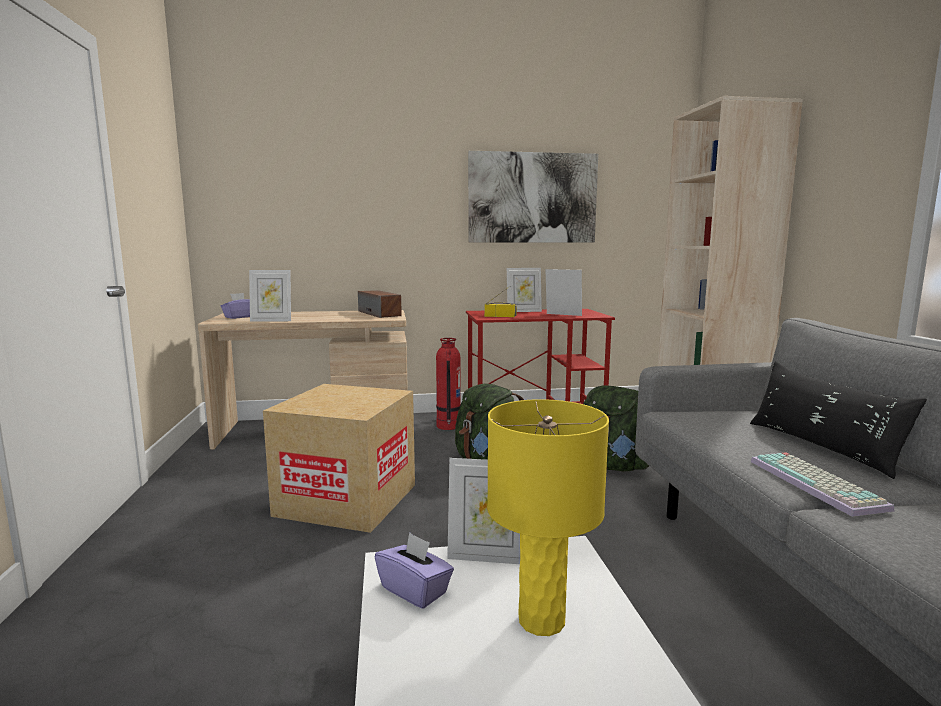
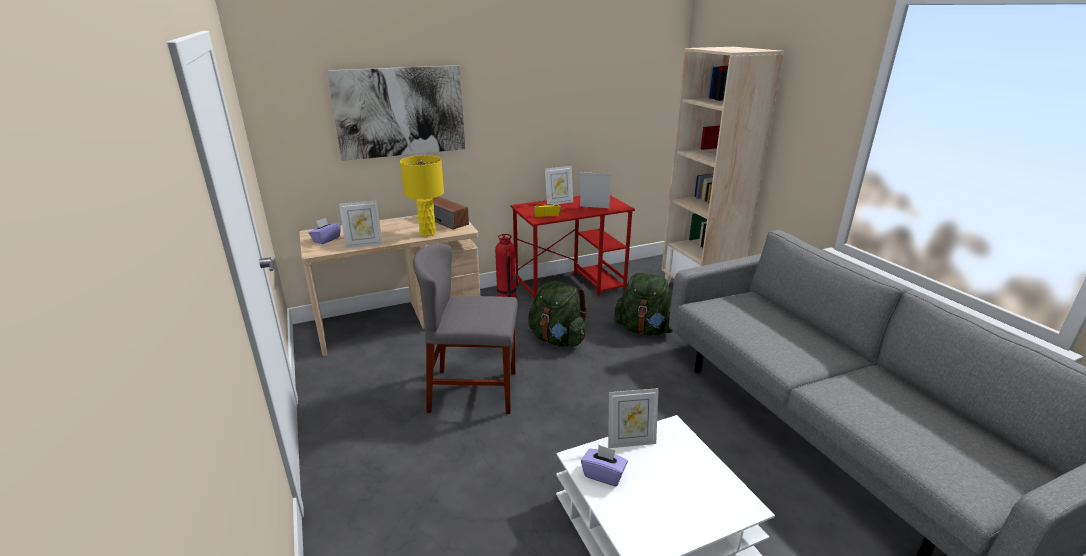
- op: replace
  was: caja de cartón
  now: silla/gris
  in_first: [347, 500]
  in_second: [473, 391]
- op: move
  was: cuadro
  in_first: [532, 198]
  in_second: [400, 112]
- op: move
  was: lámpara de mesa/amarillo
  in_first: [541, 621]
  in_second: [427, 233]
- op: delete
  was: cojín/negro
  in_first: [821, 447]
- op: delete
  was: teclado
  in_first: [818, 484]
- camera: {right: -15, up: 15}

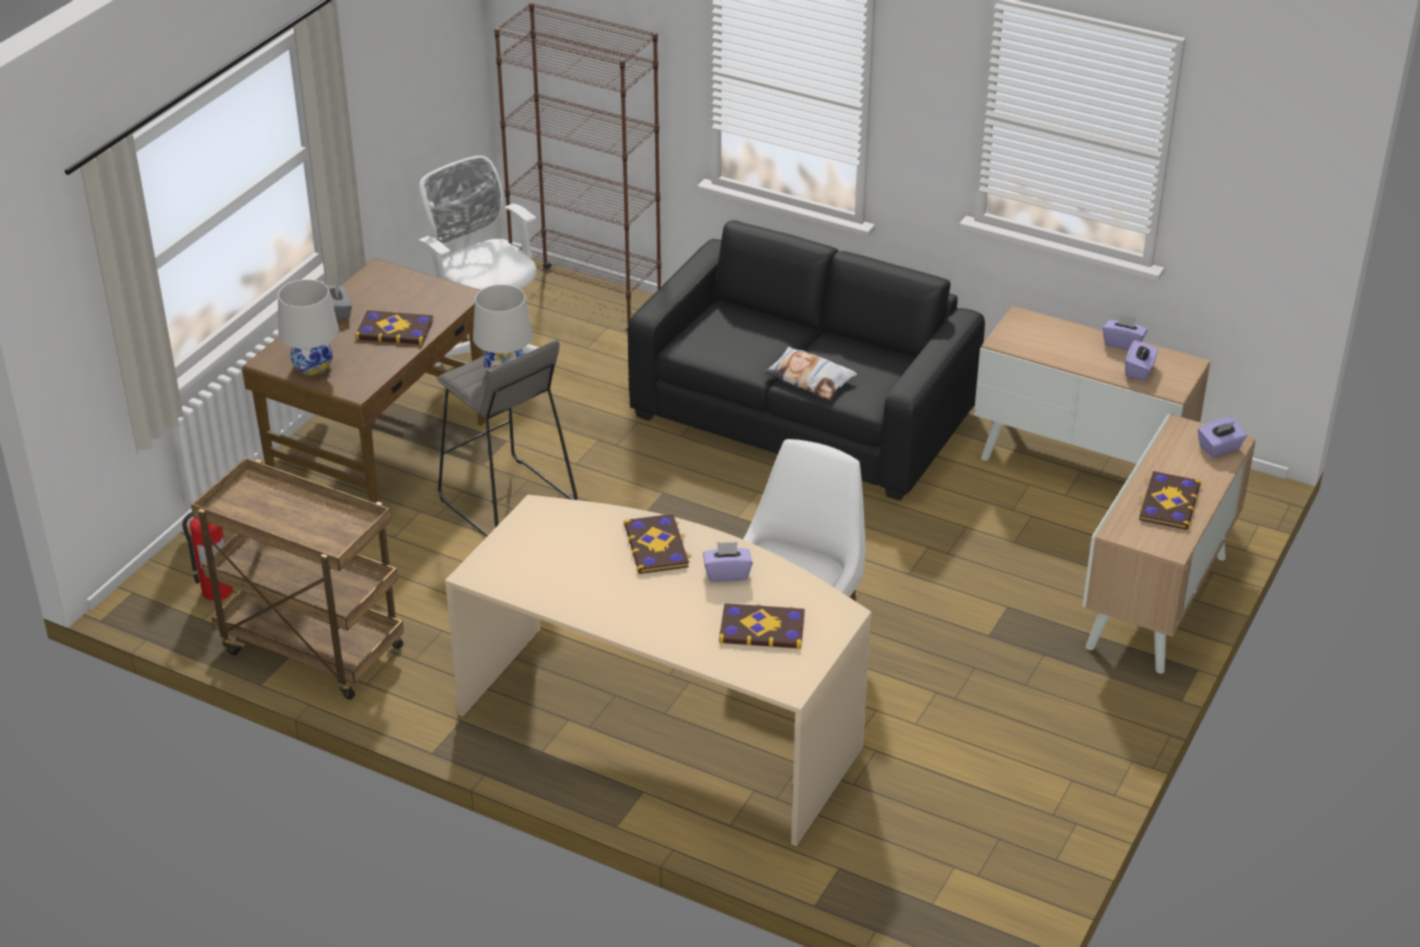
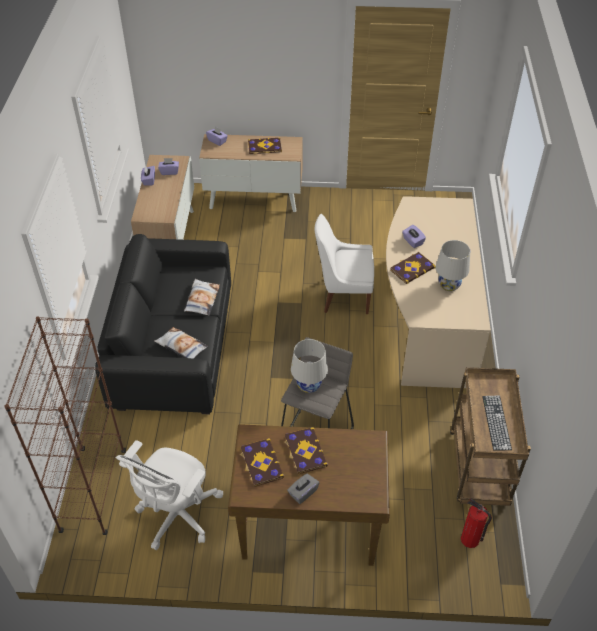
- op: move
  was: lámpara de mesa/blanco
  in_first: [313, 366]
  in_second: [449, 285]
- op: move
  was: libro
  in_first: [762, 628]
  in_second: [261, 463]
- op: insert
  now: cojín
  in_second: [181, 347]
- op: insert
  now: teclado
  in_second: [496, 422]
- camera: {right: -115, up: 10}

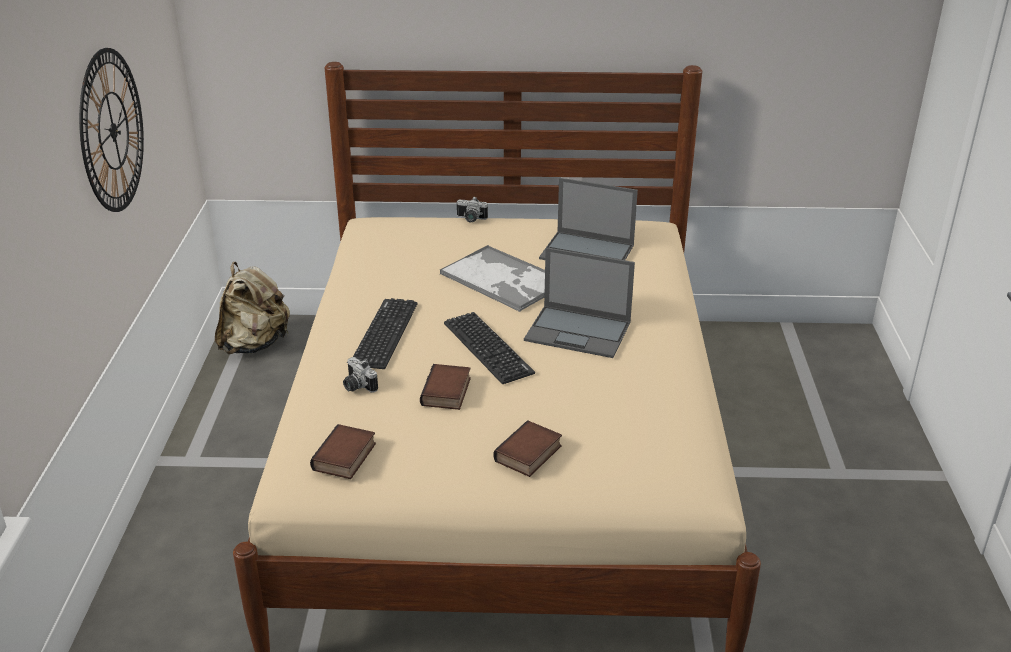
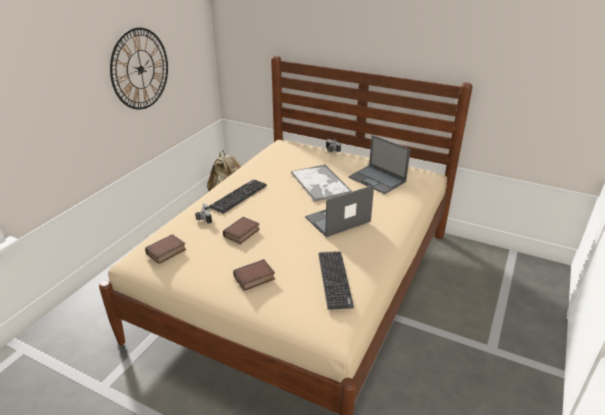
- op: move
  was: teclado
  in_first: [487, 348]
  in_second: [334, 279]
- op: rotate
  was: portátil
  in_first: [579, 331]
  in_second: [337, 220]
  clockwise: 105
- camera: {right: 25, up: 0}

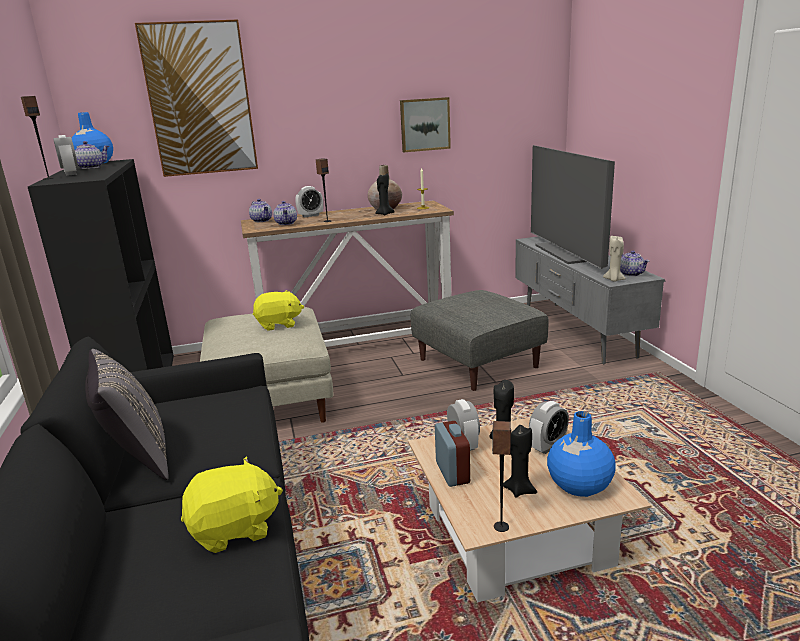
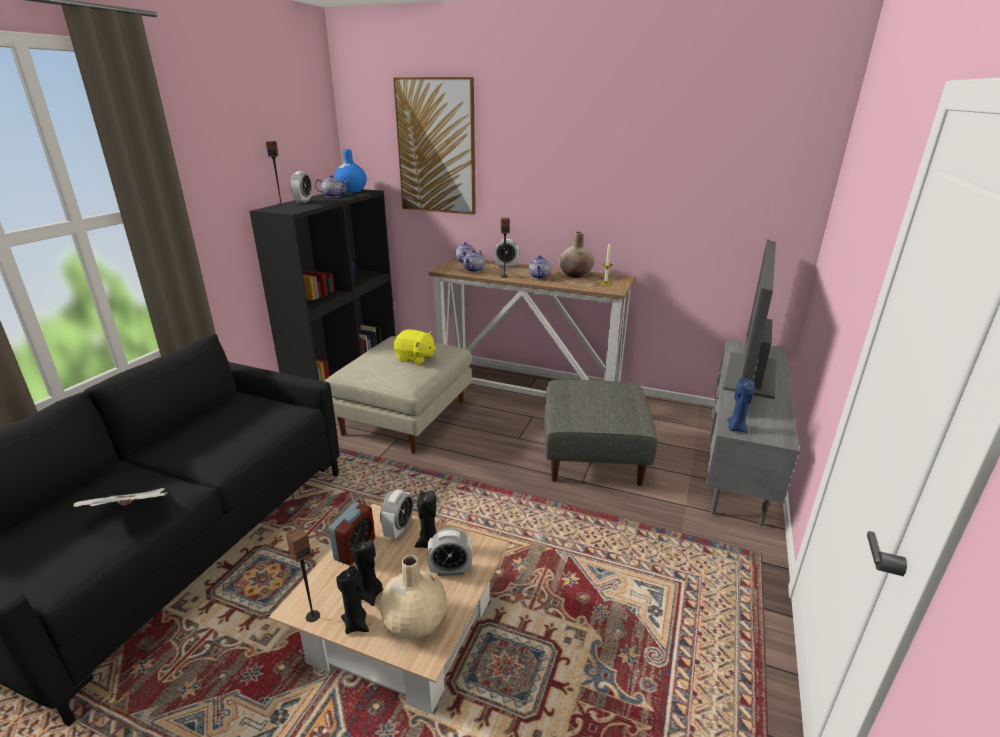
- op: delete
  was: cojín/gris
  in_first: [137, 459]
- op: replace
  was: peluche/amarillo
  now: periódico
  in_first: [235, 529]
  in_second: [132, 513]
- op: move
  was: vela/negro
  in_first: [384, 214]
  in_second: [356, 624]
- op: delete
  was: cuadro
  in_first: [424, 124]
- op: recolor
  was: florero/azul
  now: florero/beis
  in_first: [578, 485]
  in_second: [414, 621]
- op: recolor
  was: vela/beis
  now: vela/azul
  in_first: [613, 280]
  in_second: [736, 428]
- op: move
  was: tetera
  in_first: [631, 274]
  in_second: [539, 276]
- camera: {right: 35, up: 5}

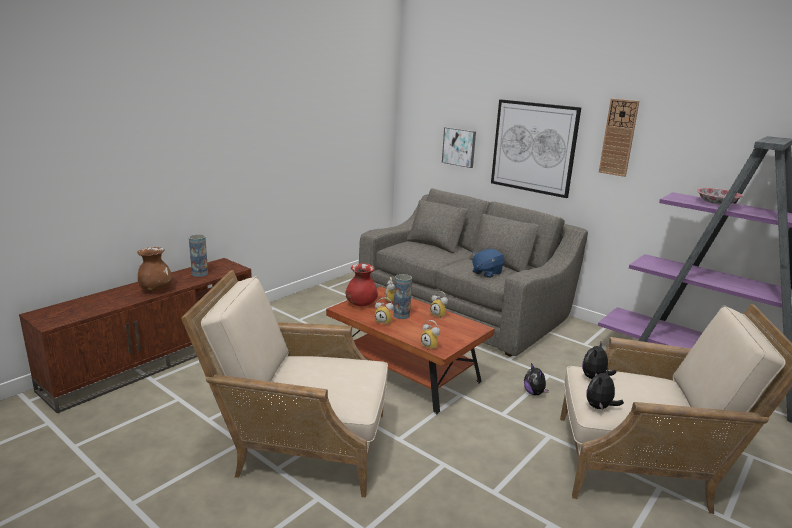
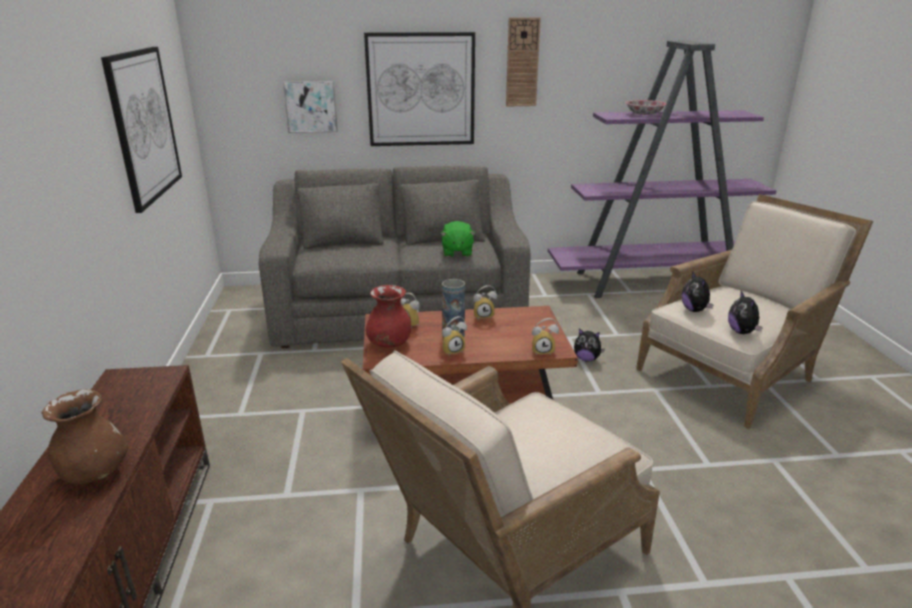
- op: delete
  was: florero
  in_first: [200, 273]
- op: recolor
  was: peluche/azul
  now: peluche/verde
  in_first: [486, 273]
  in_second: [457, 252]
- op: insert
  now: cuadro
  in_second: [144, 125]
- camera: {right: -45, up: 5}

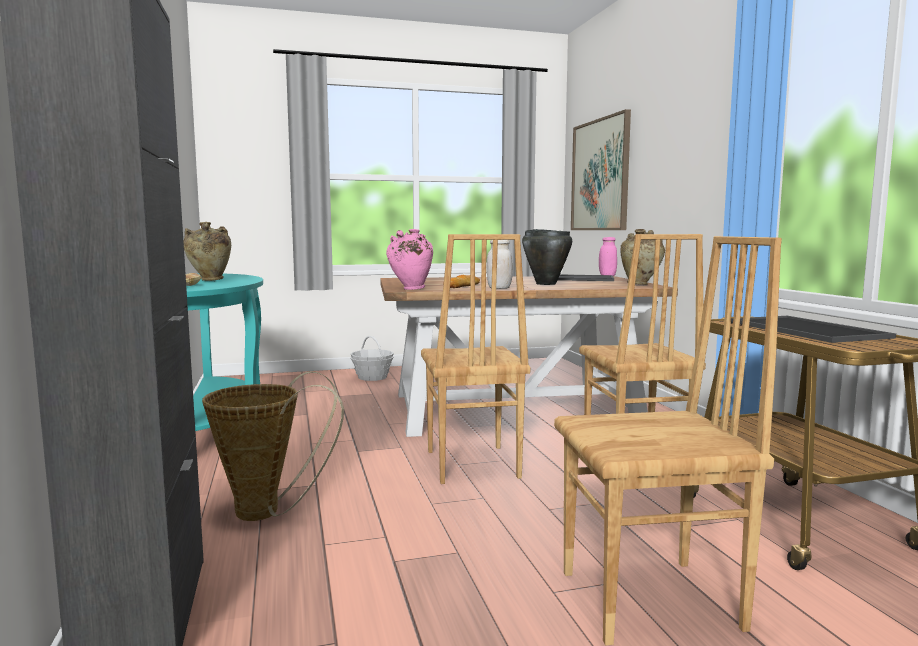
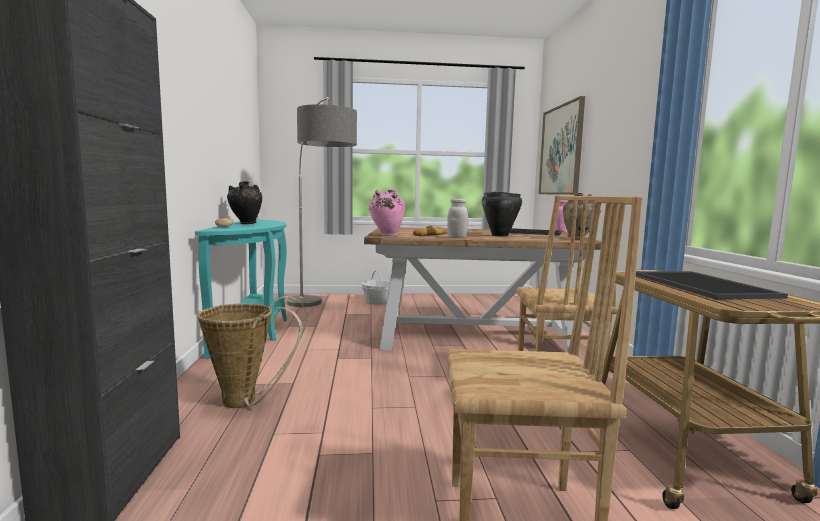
- op: recolor
  was: florero/beis
  now: florero/negro
  in_first: [209, 280]
  in_second: [246, 224]
- op: delete
  was: silla/marrón
  in_first: [470, 464]
- op: insert
  now: lámpara de pie
  in_second: [319, 312]
- camera: {right: 10, up: 0}

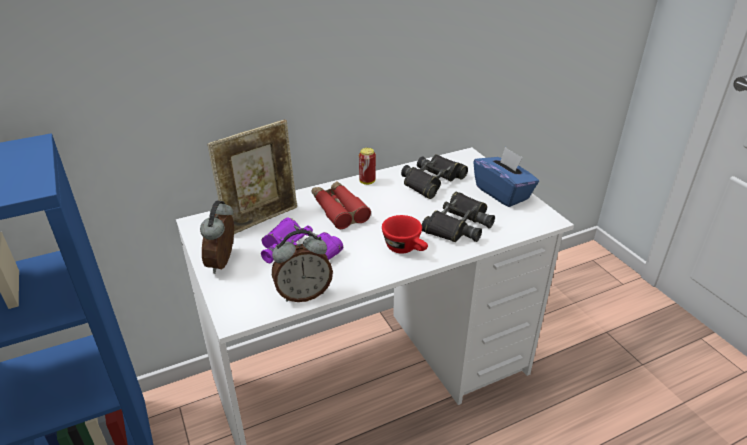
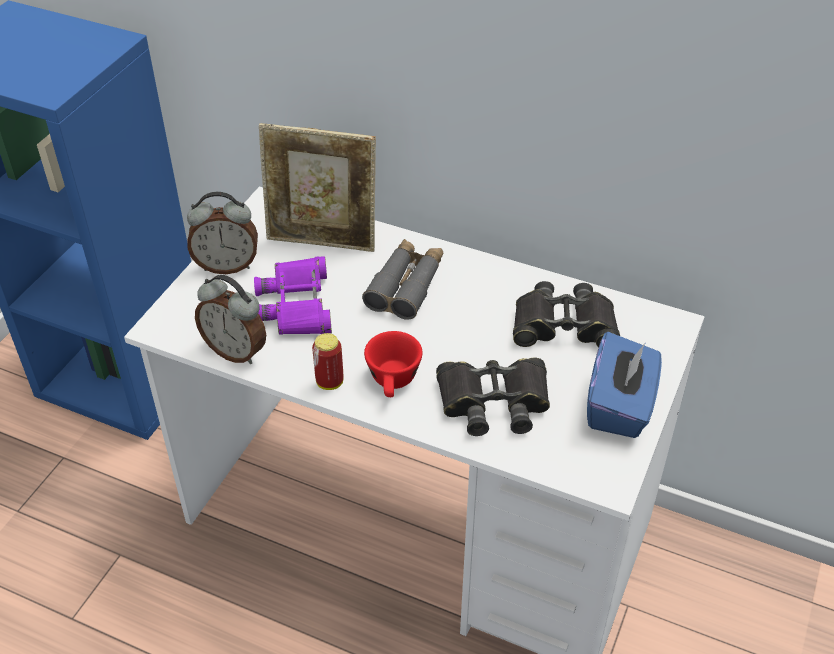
- op: rotate
  was: despertador
  in_first: [224, 263]
  in_second: [227, 265]
  clockwise: -150
- op: recolor
  was: prismáticos/rojo
  now: prismáticos/gris
  in_first: [339, 210]
  in_second: [406, 286]
- op: move
  was: lata
  in_first: [367, 182]
  in_second: [329, 382]
- camera: {right: 50, up: 10}

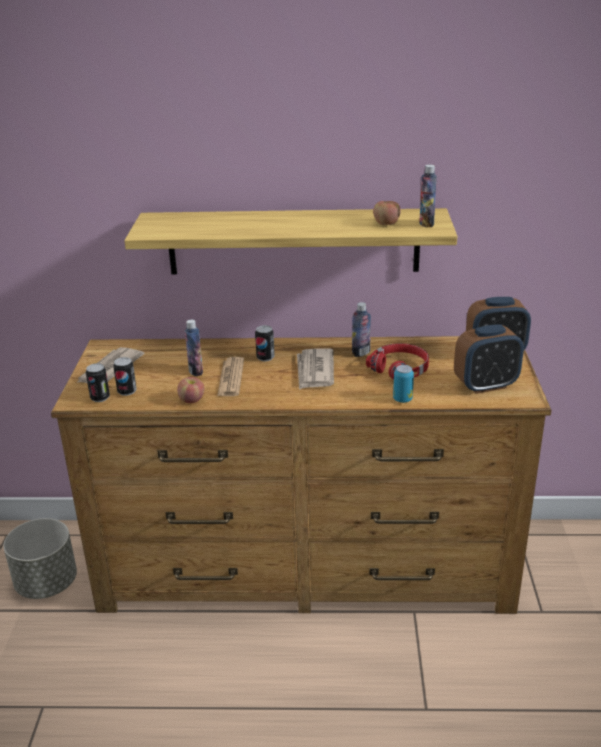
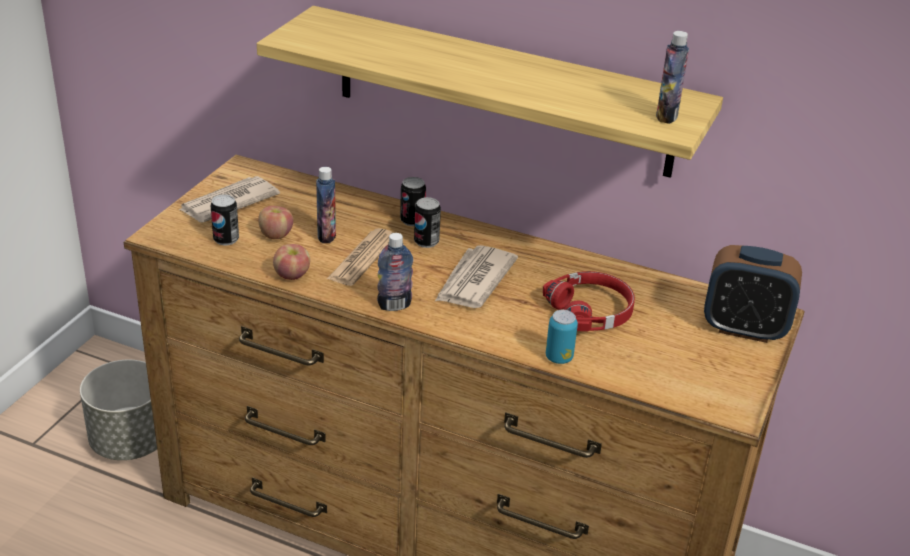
- op: move
  was: lata
  in_first: [100, 398]
  in_second: [412, 220]
- op: move
  was: botella
  in_first: [361, 353]
  in_second: [394, 305]
- op: move
  was: manzana
  in_first: [386, 224]
  in_second: [276, 235]
- op: delete
  was: despertador
  in_first: [485, 385]
- camera: {right: 20, up: 5}

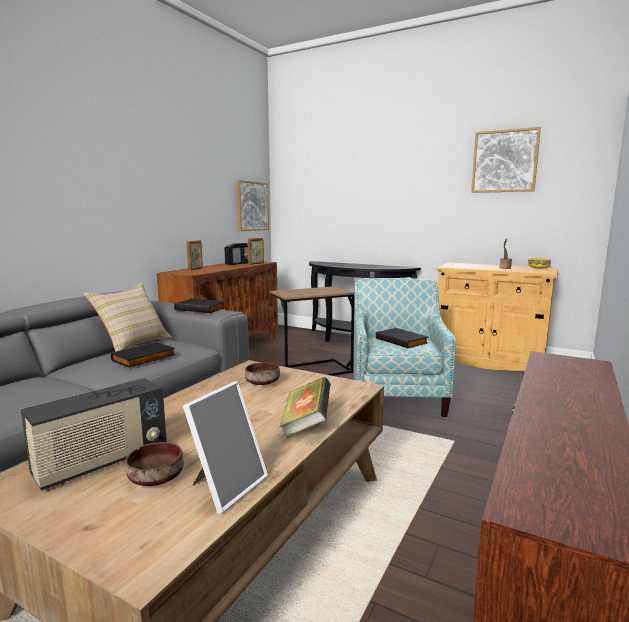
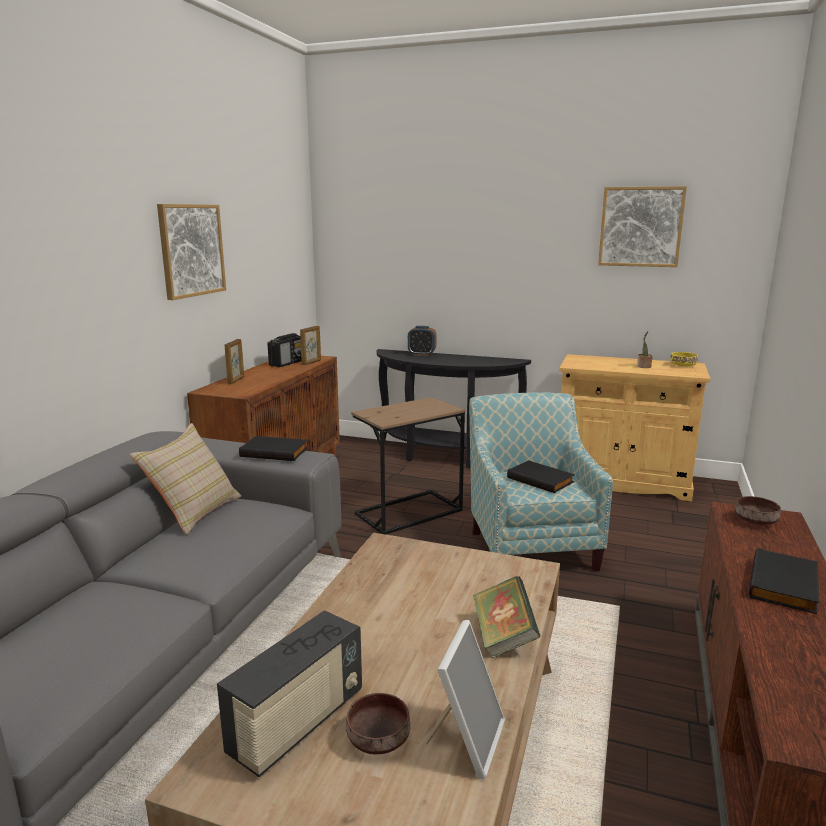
- op: move
  was: libro/negro
  in_first: [144, 358]
  in_second: [785, 586]
- op: move
  was: cuadro
  in_first: [252, 206]
  in_second: [191, 250]
- op: move
  was: cuenco/marrón
  in_first: [262, 382]
  in_second: [754, 520]
- op: insert
  now: despertador
  in_second: [421, 354]
- camera: {right: -10, up: 5}

